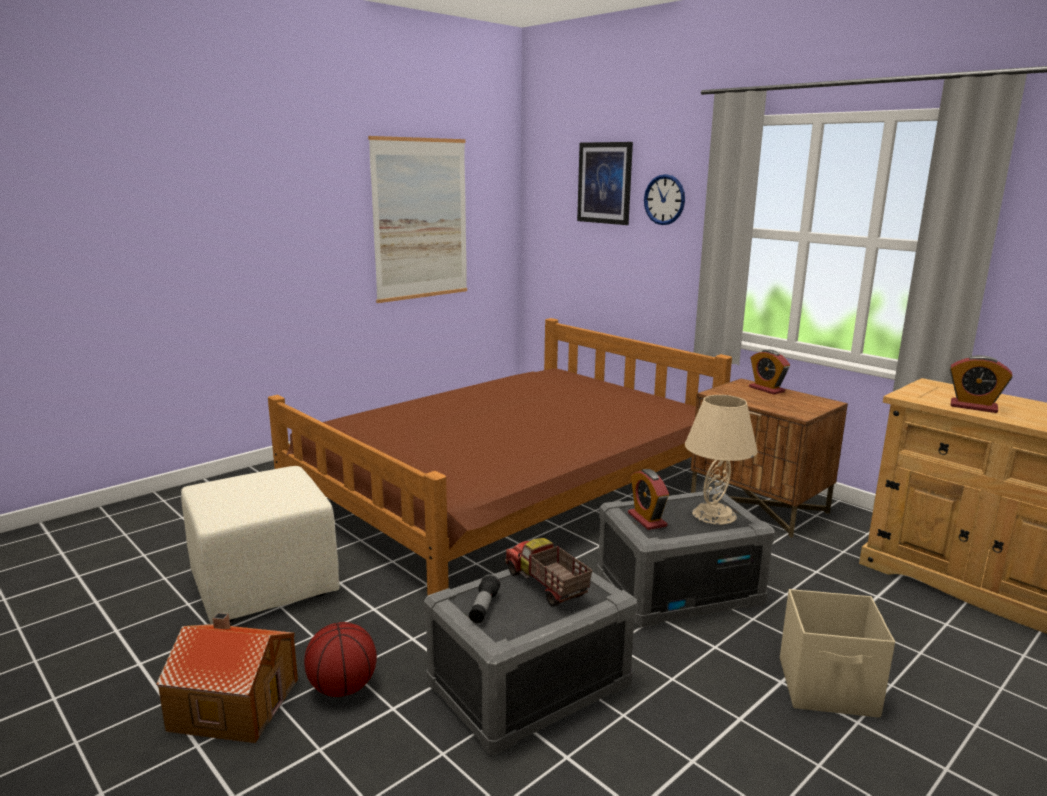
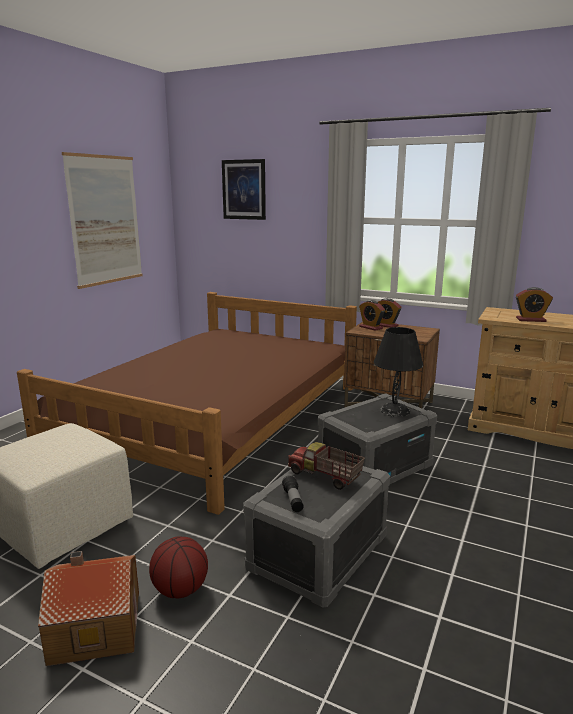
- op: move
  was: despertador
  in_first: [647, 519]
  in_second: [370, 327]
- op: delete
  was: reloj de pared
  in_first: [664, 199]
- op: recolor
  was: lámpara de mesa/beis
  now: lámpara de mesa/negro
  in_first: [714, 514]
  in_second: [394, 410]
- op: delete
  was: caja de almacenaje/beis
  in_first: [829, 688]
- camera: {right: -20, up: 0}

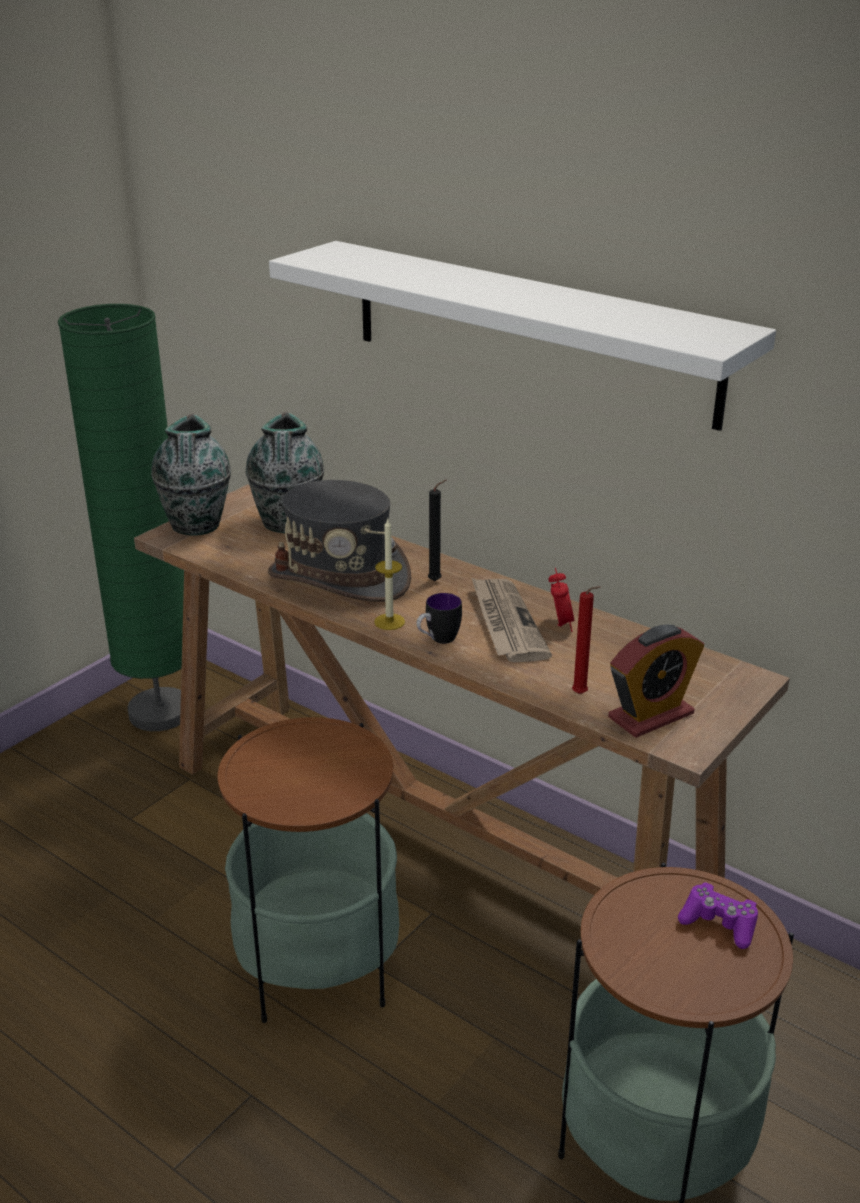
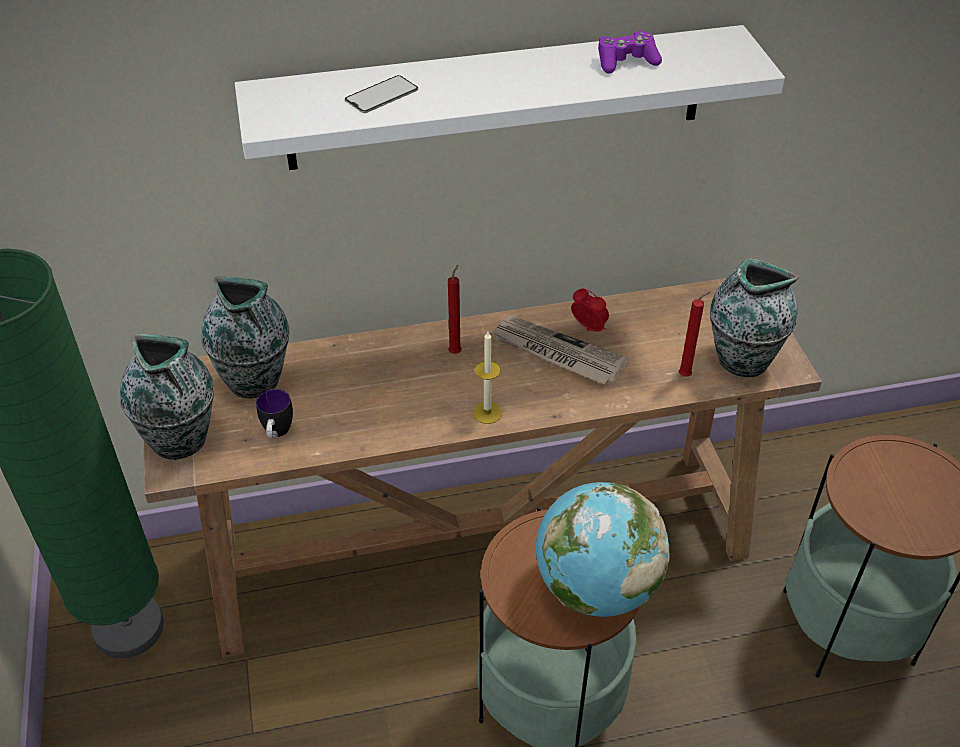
- op: delete
  was: sombrero/gris
  in_first: [340, 578]
- op: move
  was: taza grande
  in_first: [438, 640]
  in_second: [277, 434]
- op: recolor
  was: vela/negro
  now: vela/rojo
  in_first: [437, 581]
  in_second: [456, 351]
- op: replace
  was: despertador
  now: florero
  in_first: [651, 716]
  in_second: [741, 360]
- op: move
  was: mando de consola/morado
  in_first: [719, 923]
  in_second: [626, 61]
- op: insert
  now: móvil
  in_second: [381, 95]
- op: insert
  now: globo terráqueo
  in_second: [596, 587]
- camera: {right: -50, up: 15}

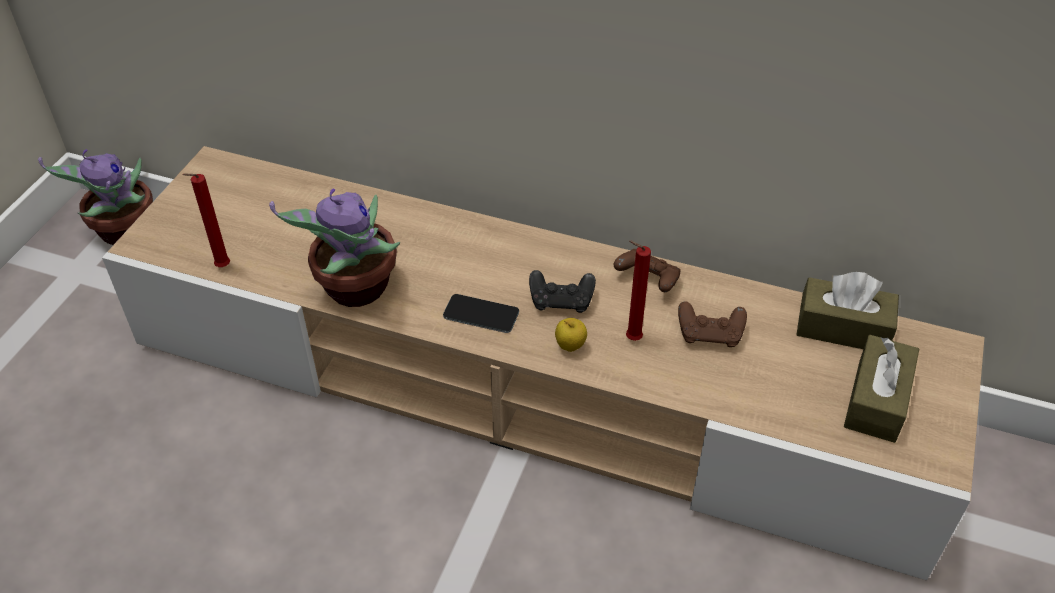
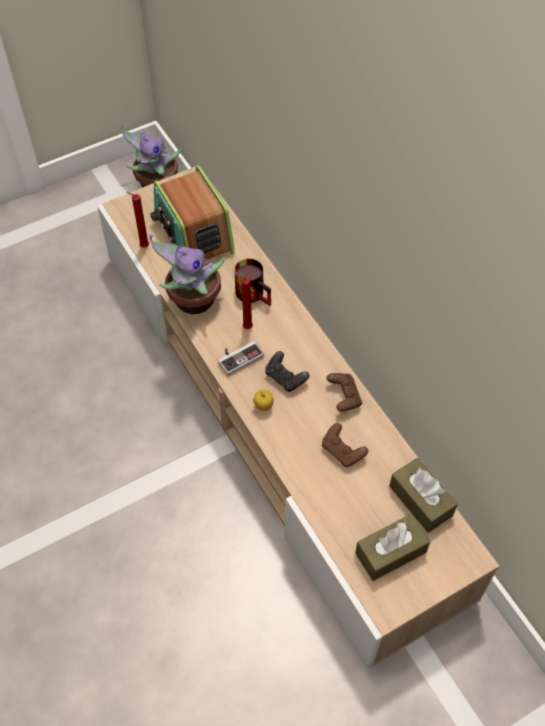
- op: replace
  was: móvil
  now: mando de consola
  in_first: [481, 314]
  in_second: [238, 357]
- op: move
  was: vela/rojo
  in_first: [630, 339]
  in_second: [246, 326]
- op: insert
  now: radio
  in_second: [193, 233]
- op: insert
  now: taza grande
  in_second: [255, 293]
- camera: {right: 40, up: 10}

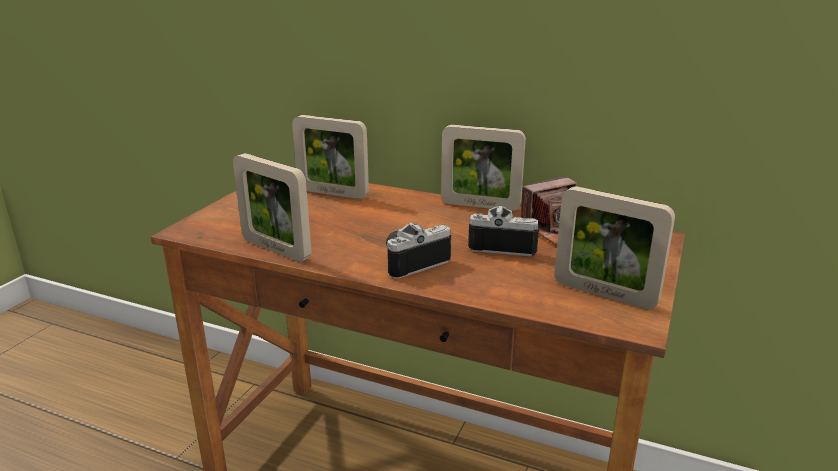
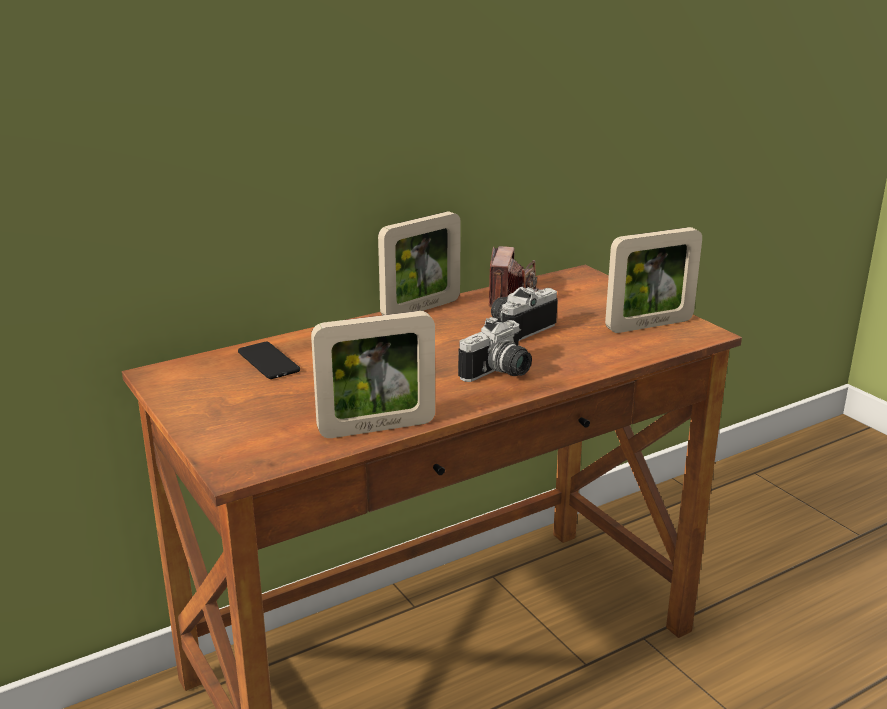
- op: replace
  was: portarretratos
  now: móvil
  in_first: [332, 193]
  in_second: [268, 361]
- op: rotate
  was: cámara
  in_first: [411, 262]
  in_second: [500, 373]
  clockwise: -135
- camera: {right: -55, up: 0}

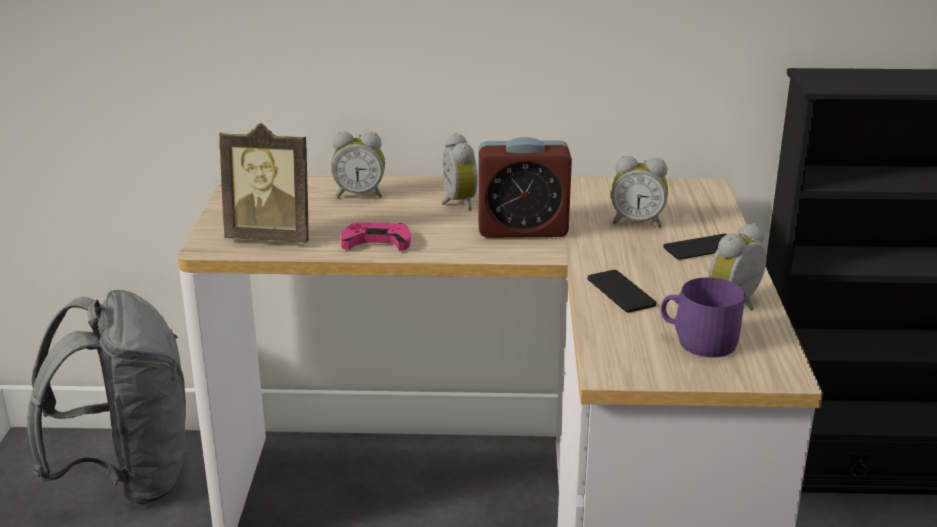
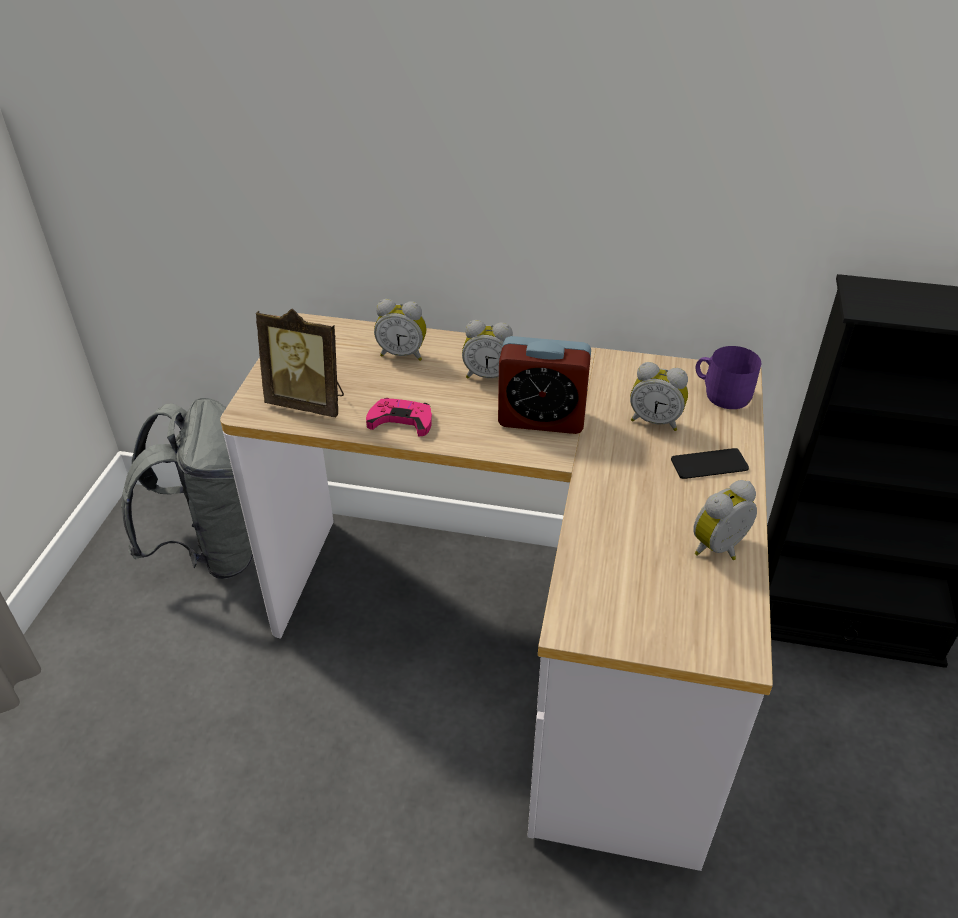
- op: rotate
  was: despertador
  in_first: [456, 203]
  in_second: [489, 375]
  clockwise: 105
- op: delete
  was: móvil
  in_first: [621, 292]
- op: move
  was: taza grande/morado
  in_first: [698, 340]
  in_second: [721, 393]
- camera: {right: 10, up: 15}

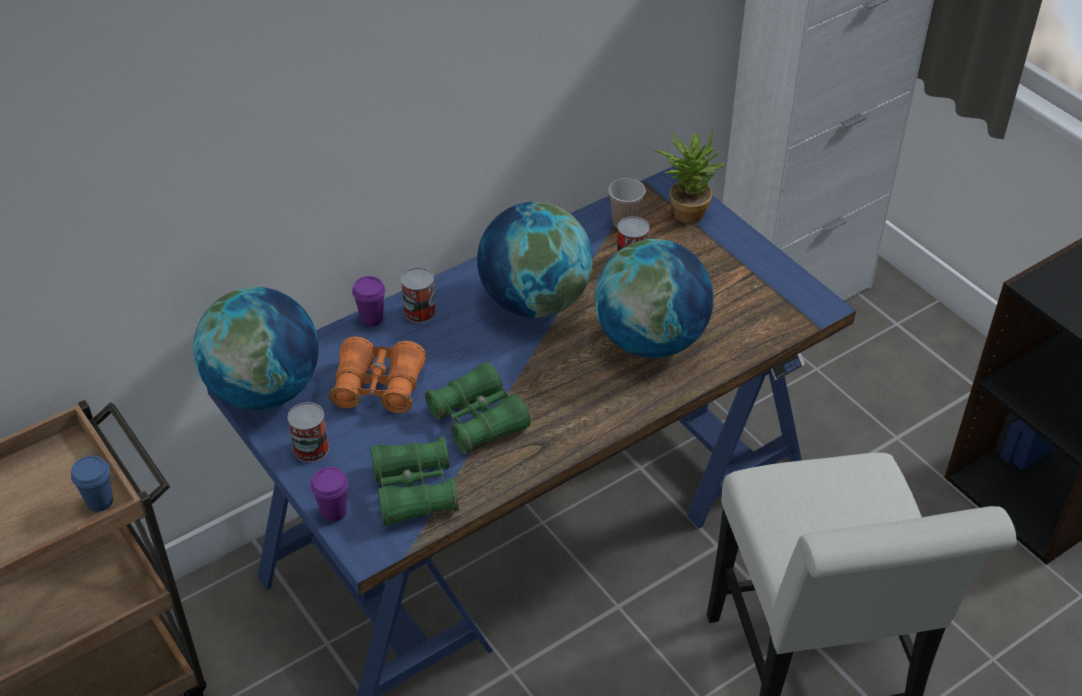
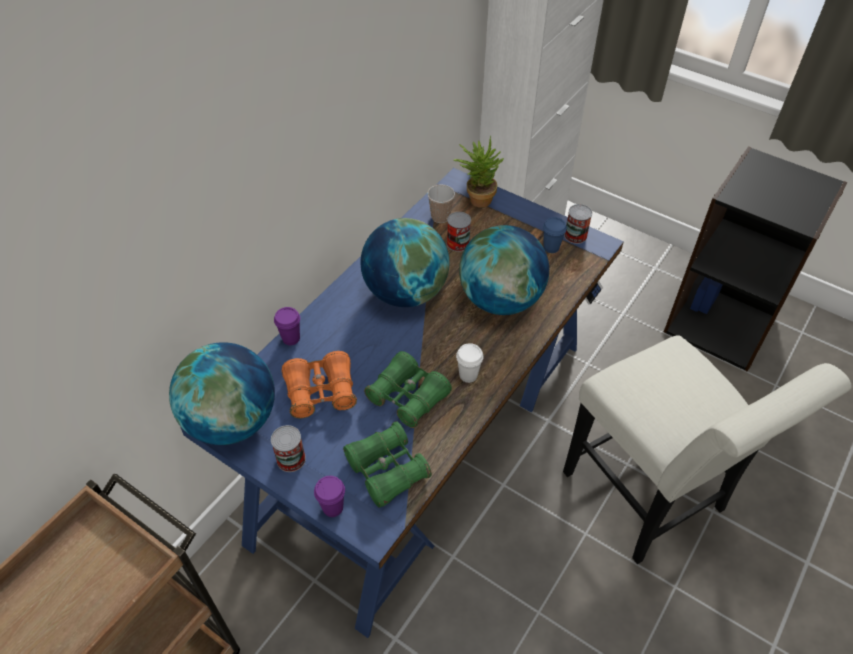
- op: move
  was: taza/azul
  in_first: [100, 501]
  in_second: [551, 247]
- op: move
  was: lata
  in_first: [419, 311]
  in_second: [575, 235]
- op: insert
  now: taza/blanco
  in_second: [468, 375]
- camera: {right: -20, up: 5}

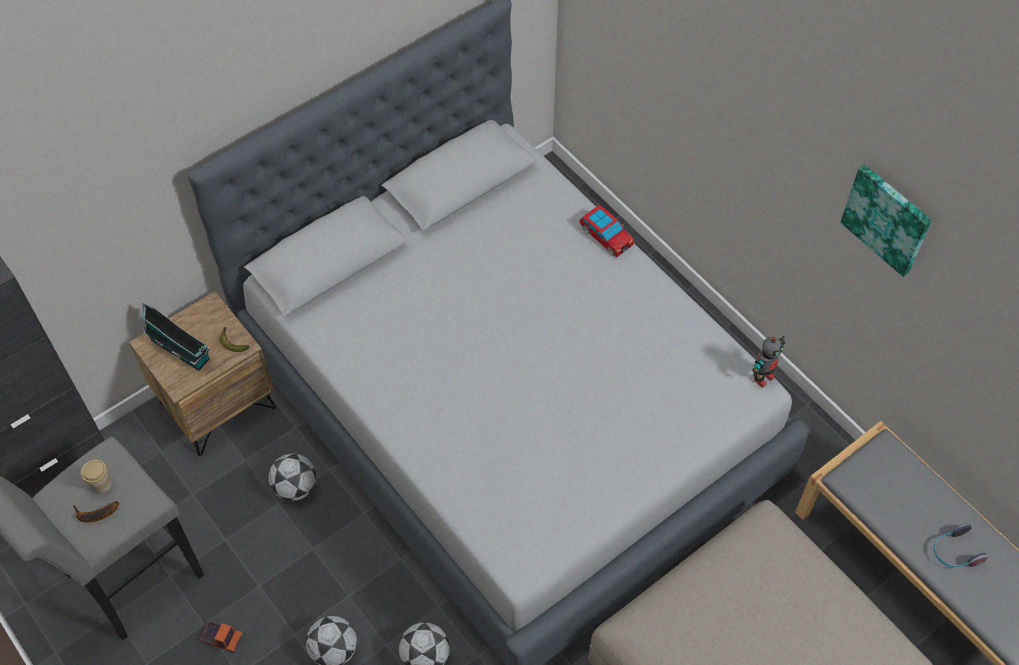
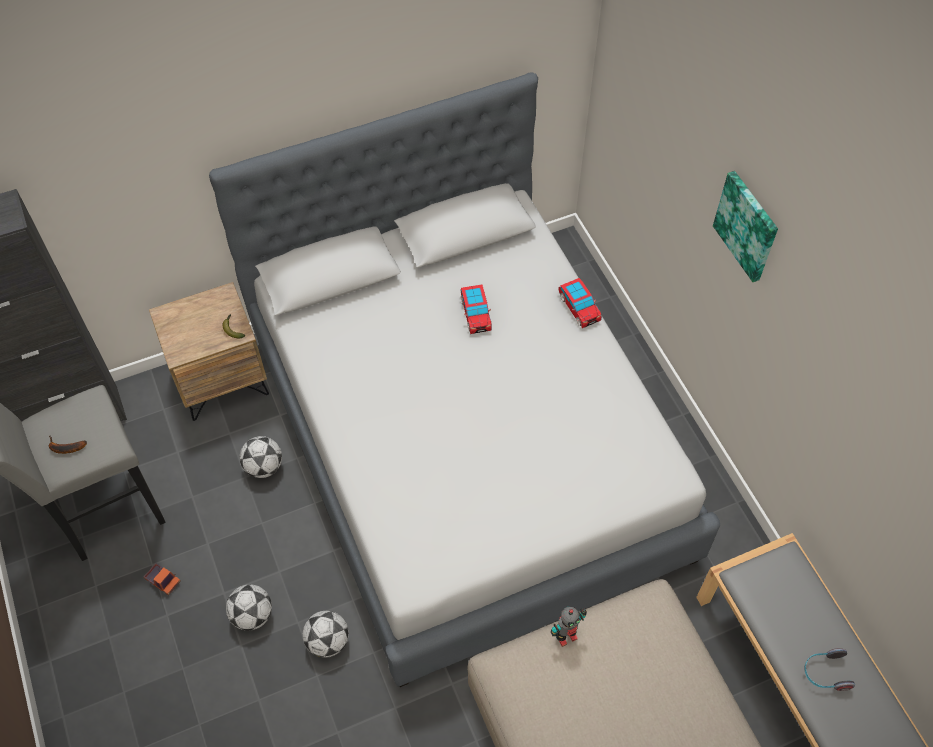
- op: delete
  was: taza
  in_first: [101, 485]
- op: delete
  was: casita
  in_first: [182, 351]
- op: move
  was: robot de juguete
  in_first: [762, 377]
  in_second: [566, 636]
- op: move
  was: cuadro
  in_first: [887, 218]
  in_second: [747, 225]
- op: insert
  now: coche de juguete
  in_second: [475, 313]
- camera: {right: 15, up: 0}

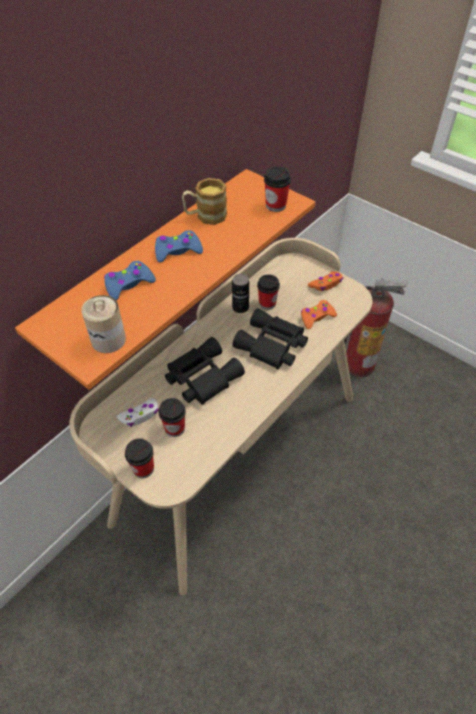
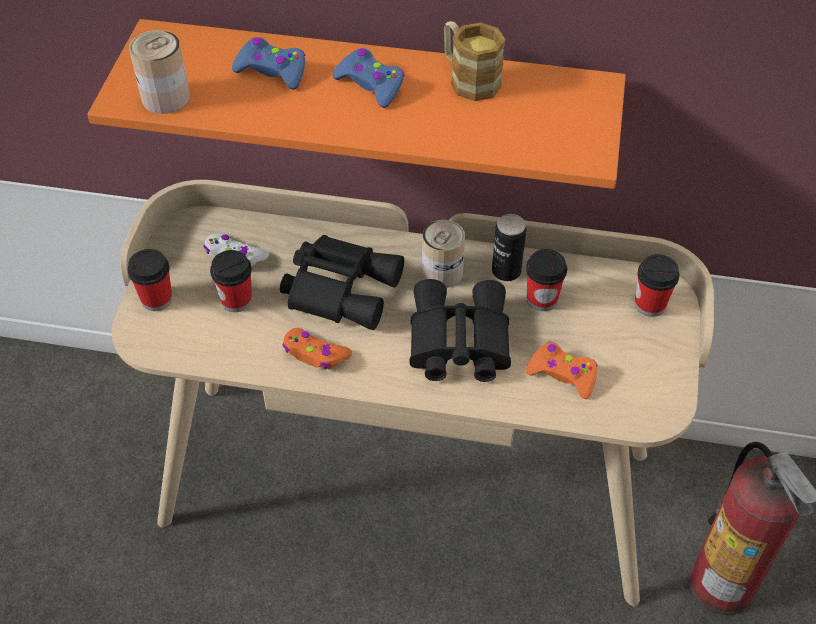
- op: move
  was: taza
  in_first: [275, 205]
  in_second: [650, 304]
- op: move
  was: mando de consola/naranja
  in_first: [326, 284]
  in_second: [315, 354]
- op: insert
  now: lata
  in_second: [442, 272]
- camera: {right: 60, up: 0}

